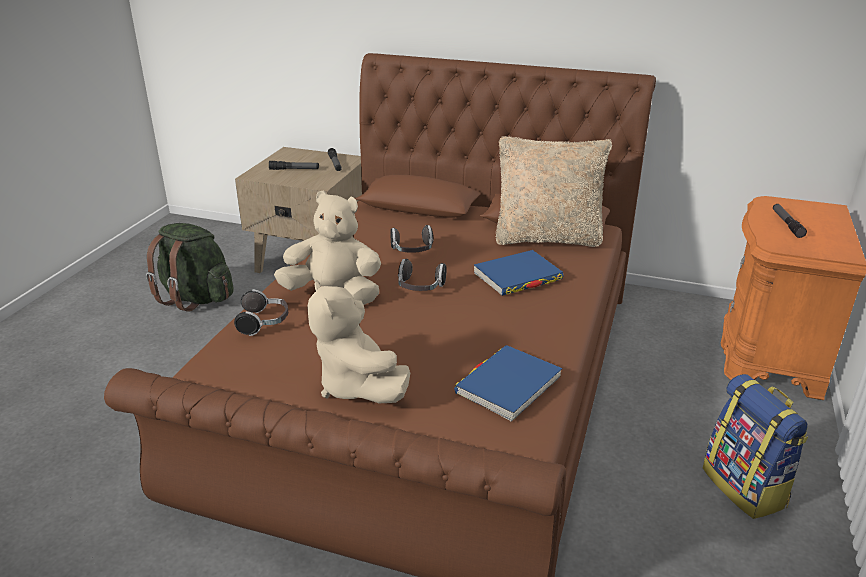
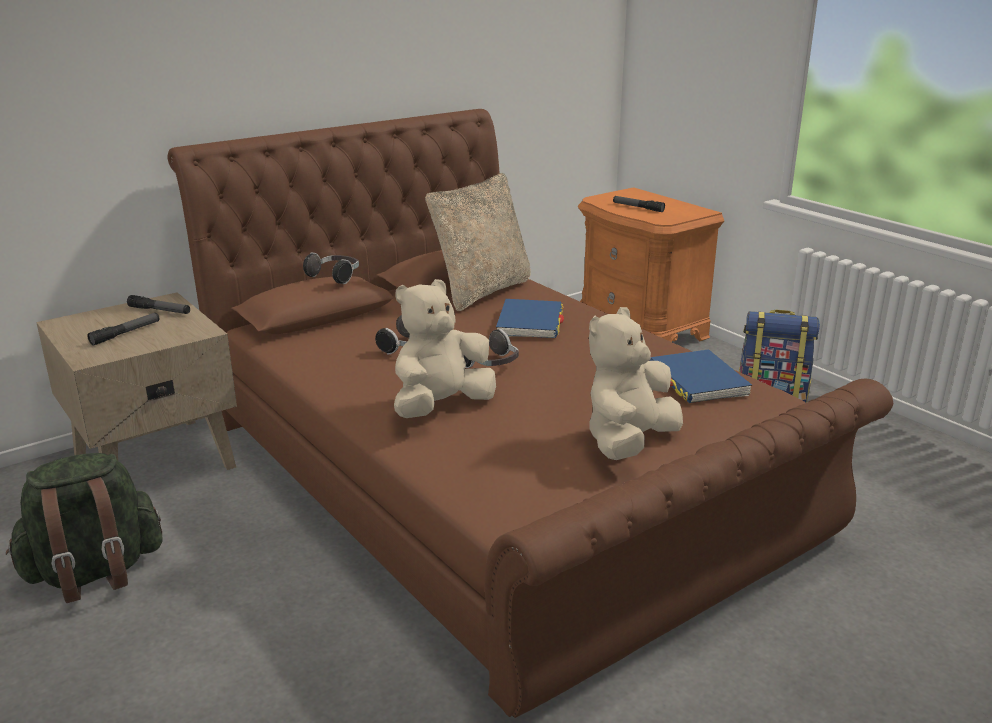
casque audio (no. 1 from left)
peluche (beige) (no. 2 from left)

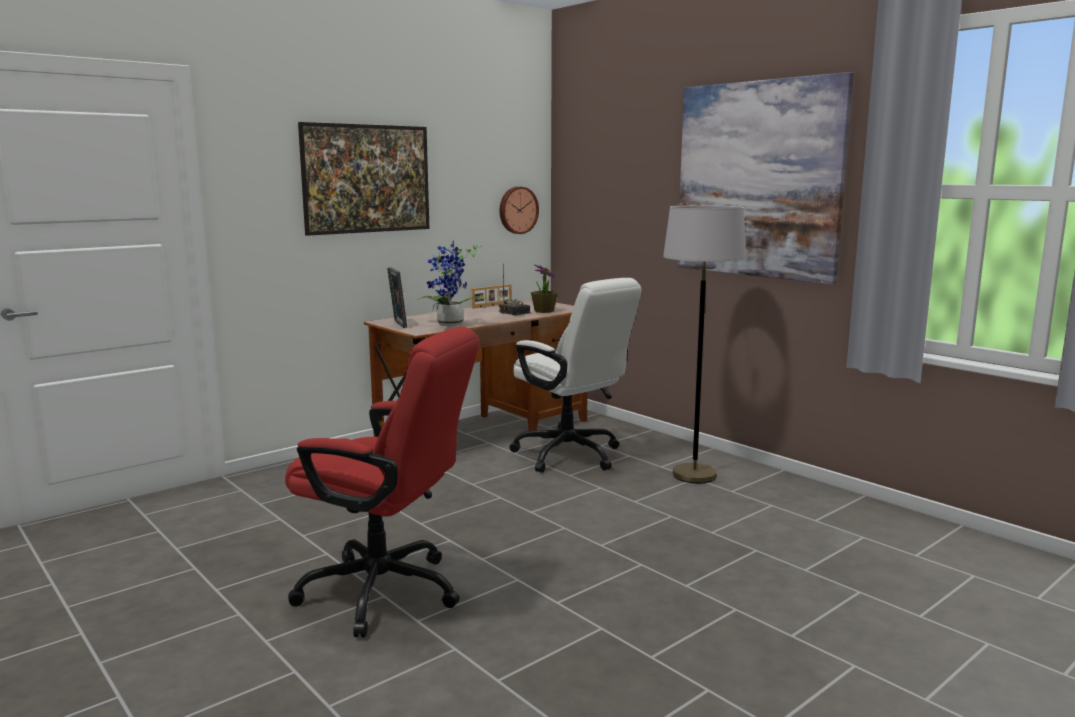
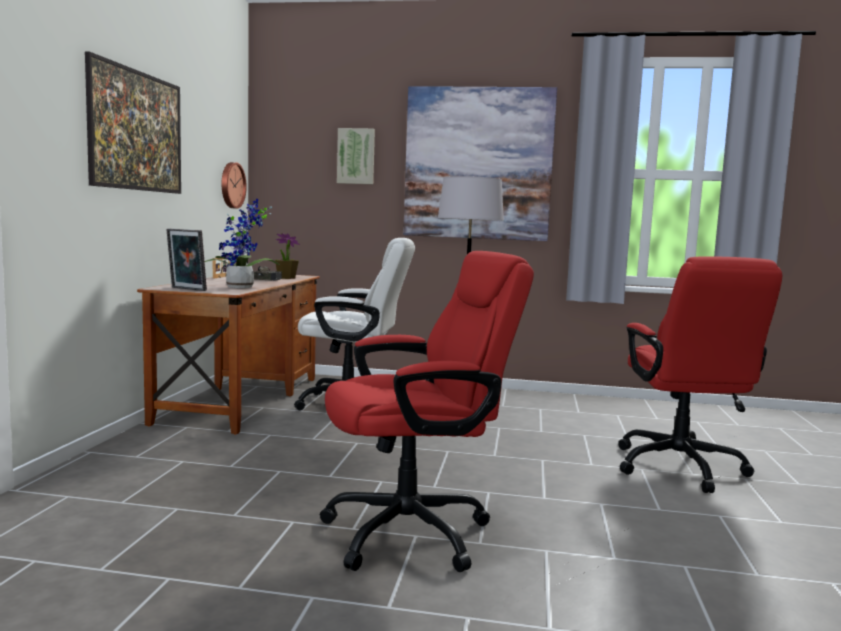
tableau (no. 2 from left)
chaise de bureau (rouge) (no. 2 from left)

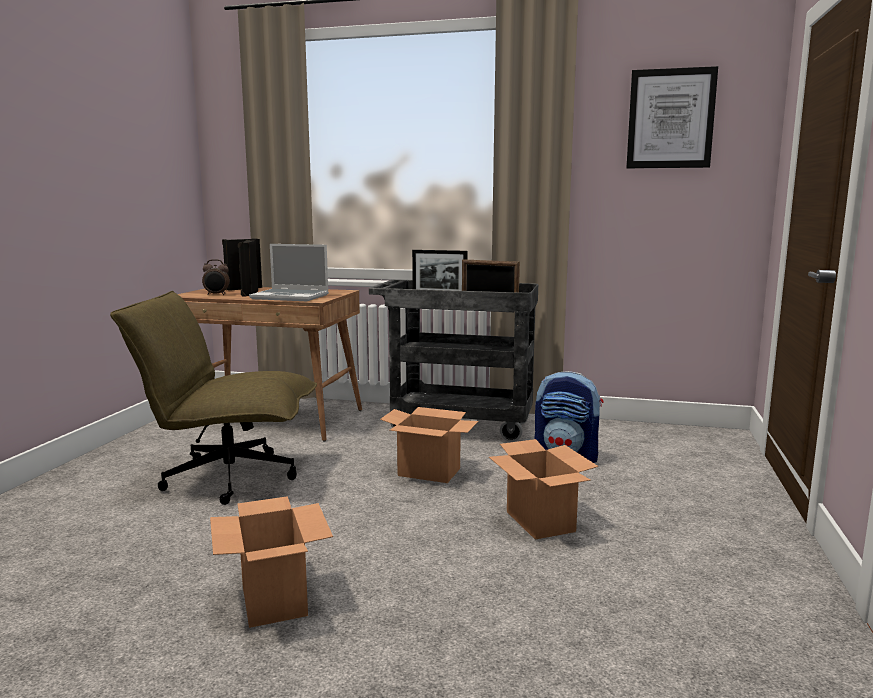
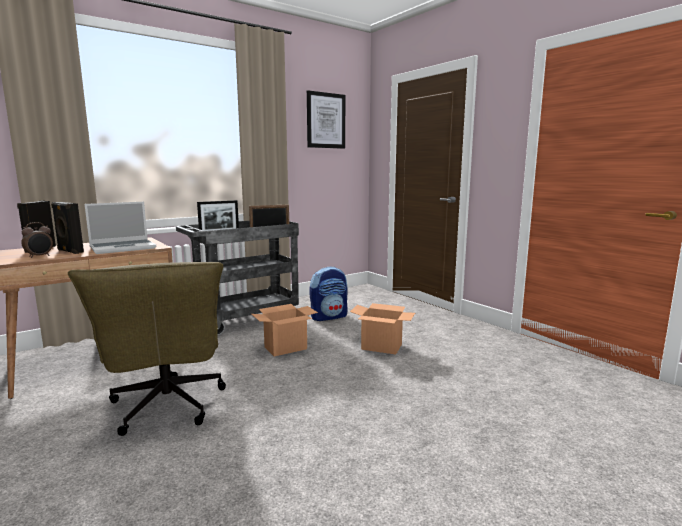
chaise de bureau (beige)
carton (no. 1 from left in the first image)

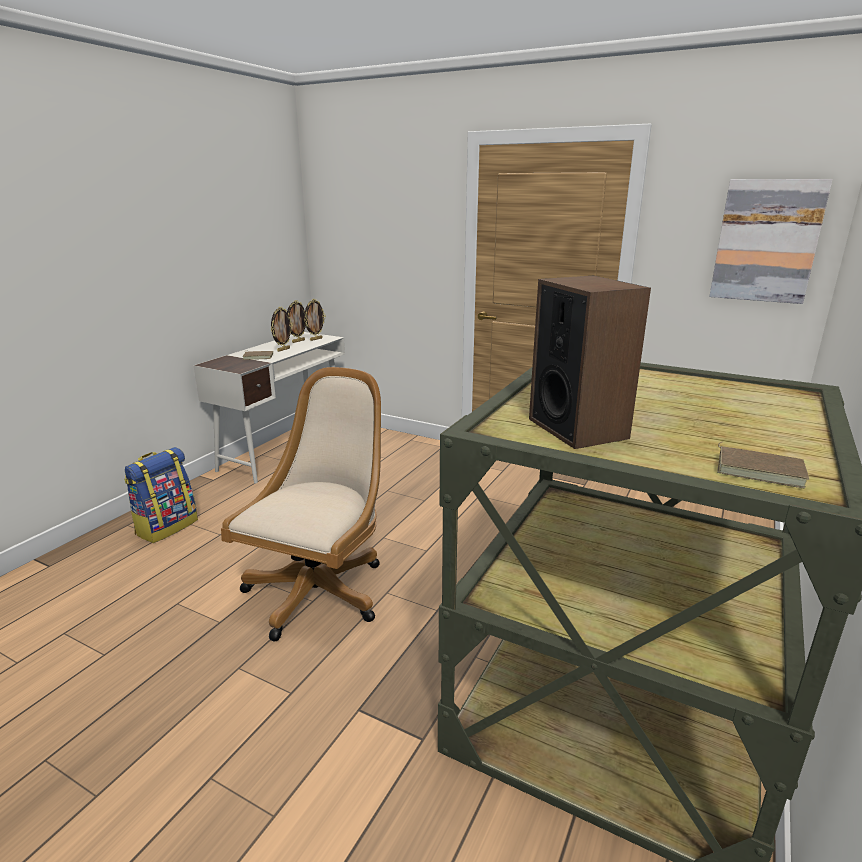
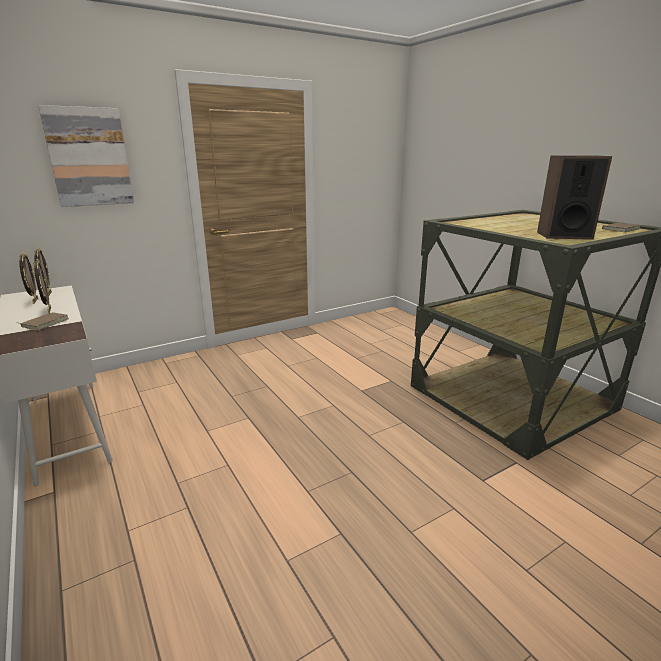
tableau
sac à dos
chaise de bureau

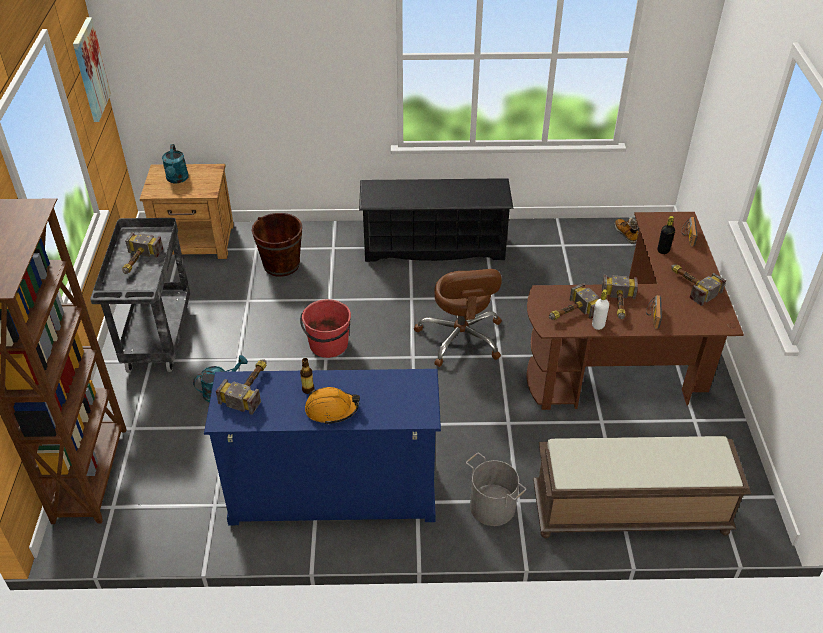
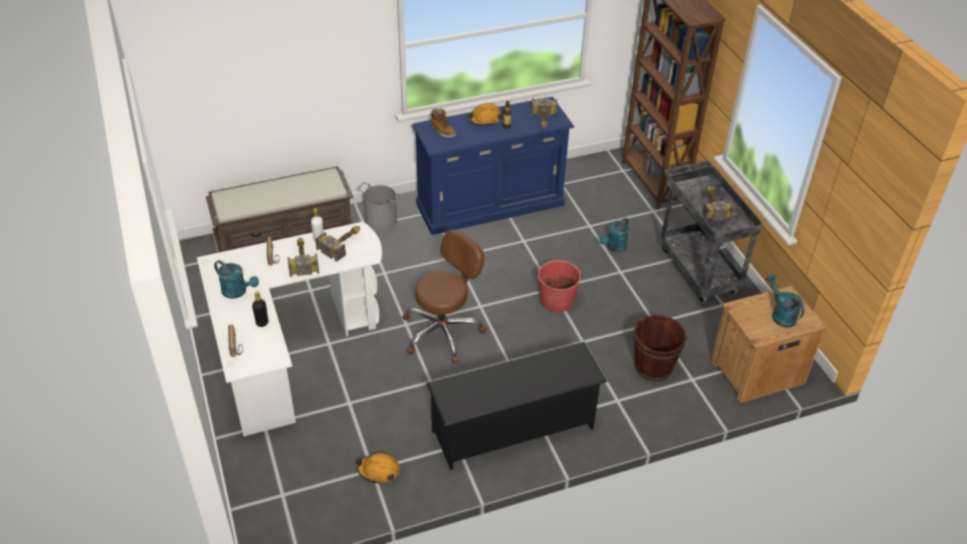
bureau (blanc)
arrosoir (turquoise) (no. 1 from left)
casque de chantier (orange) (no. 1 from left)
chaise de bureau (marron)
botte
tableau

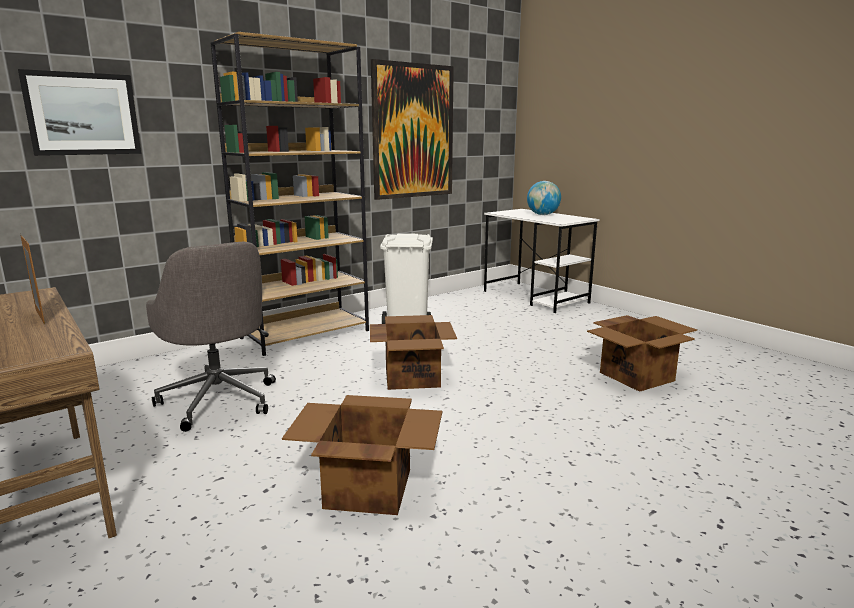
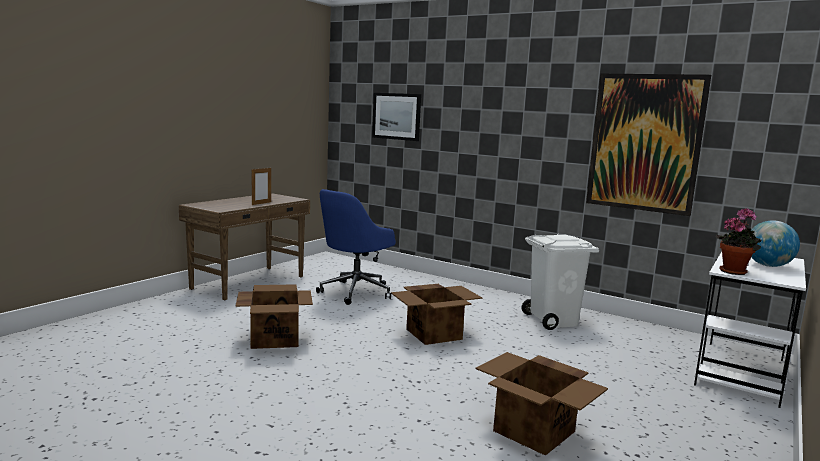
chaise de bureau (bleu)
plante en pot
bibliothèque (marron)

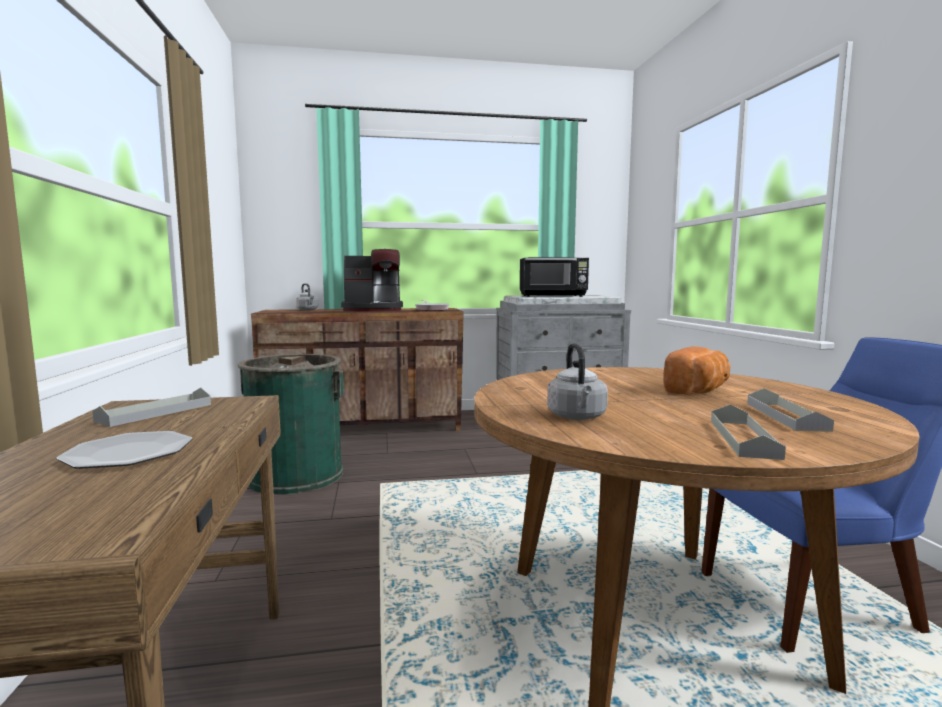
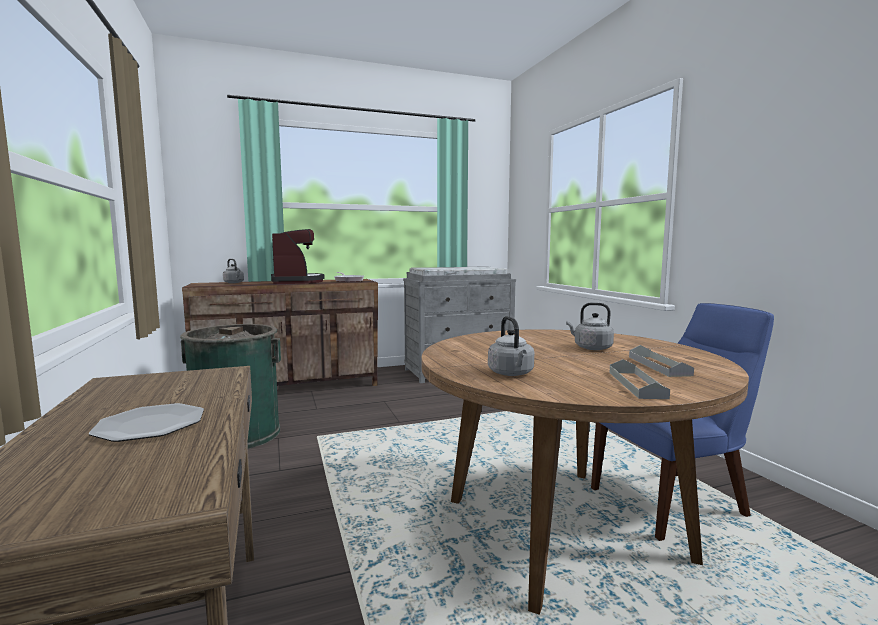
machine à café
bouilloire (gris) (no. 3 from left)
plateau (gris) (no. 1 from left in the first image)
micro-ondes (noir)

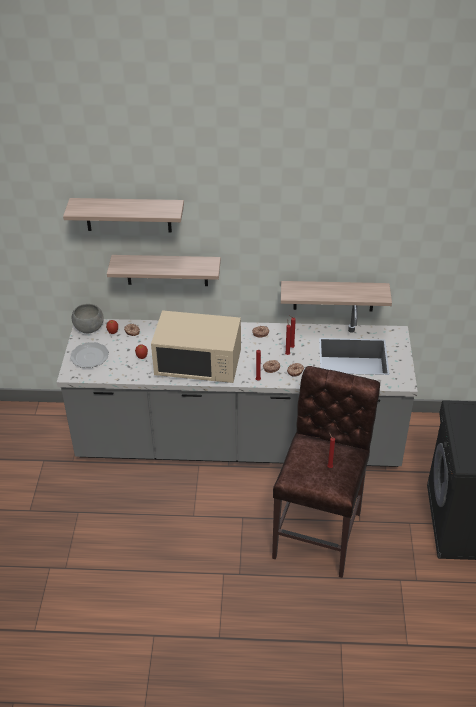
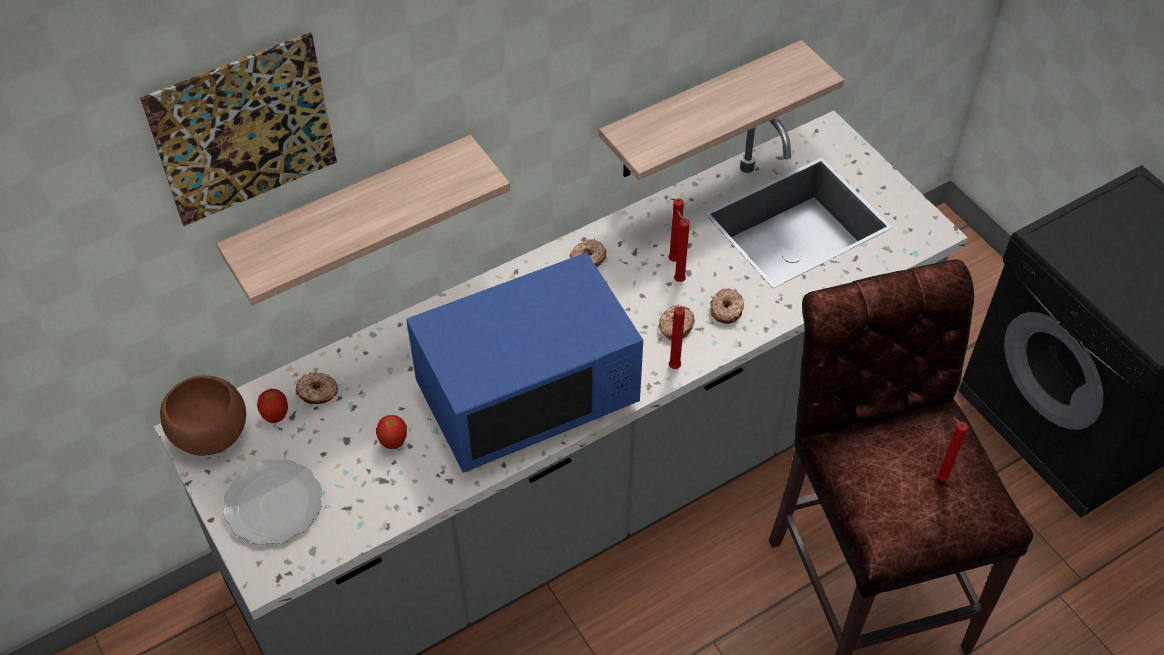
tableau
bol (marron)
micro-ondes (bleu)

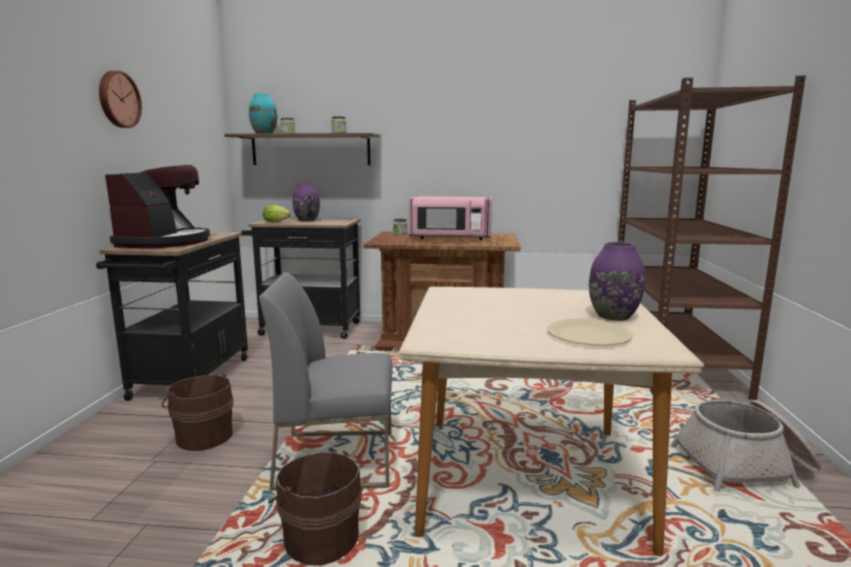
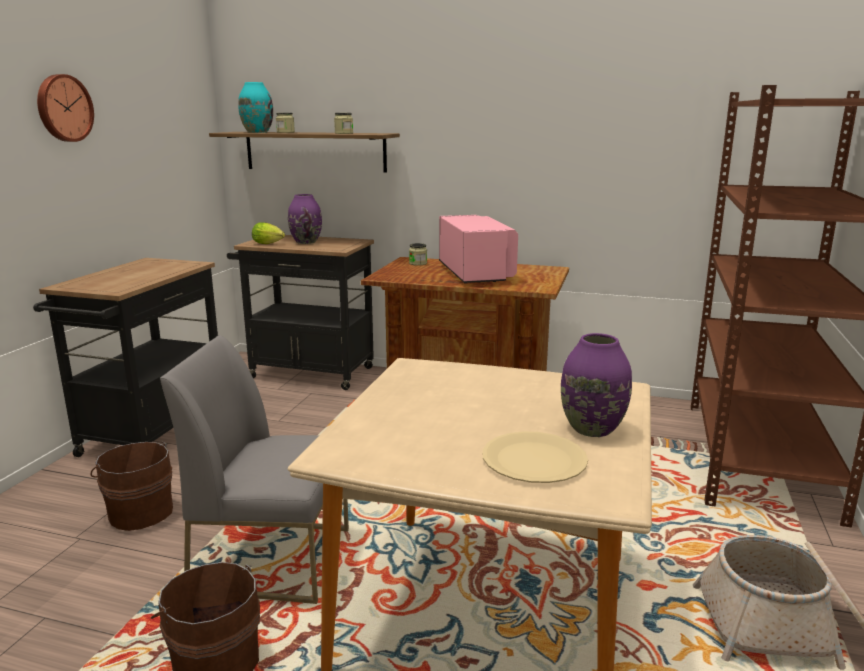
micro-ondes (rose)
machine à café

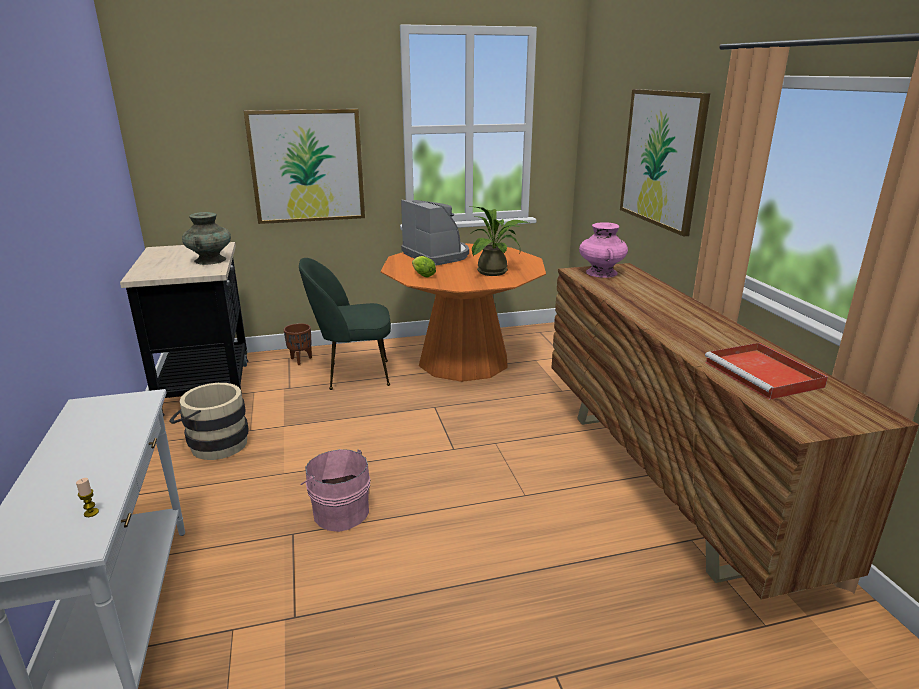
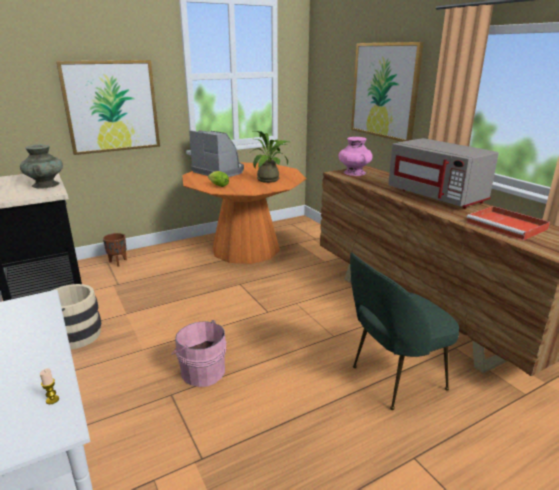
chaise (vert)
micro-ondes (gris)

